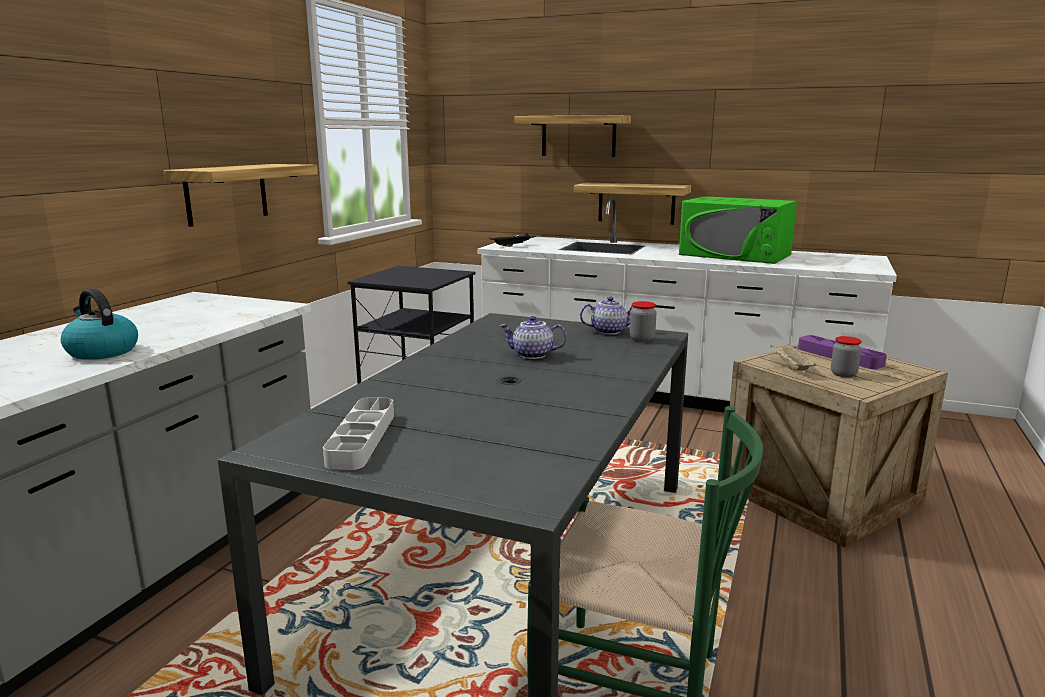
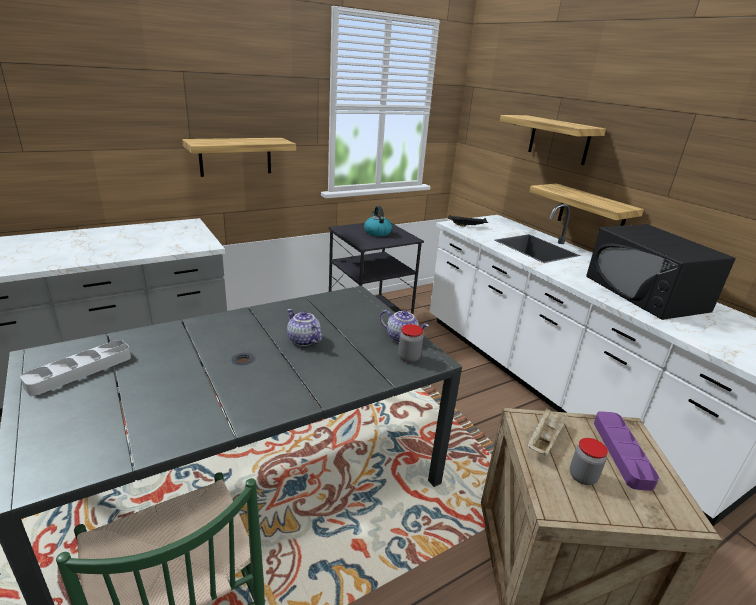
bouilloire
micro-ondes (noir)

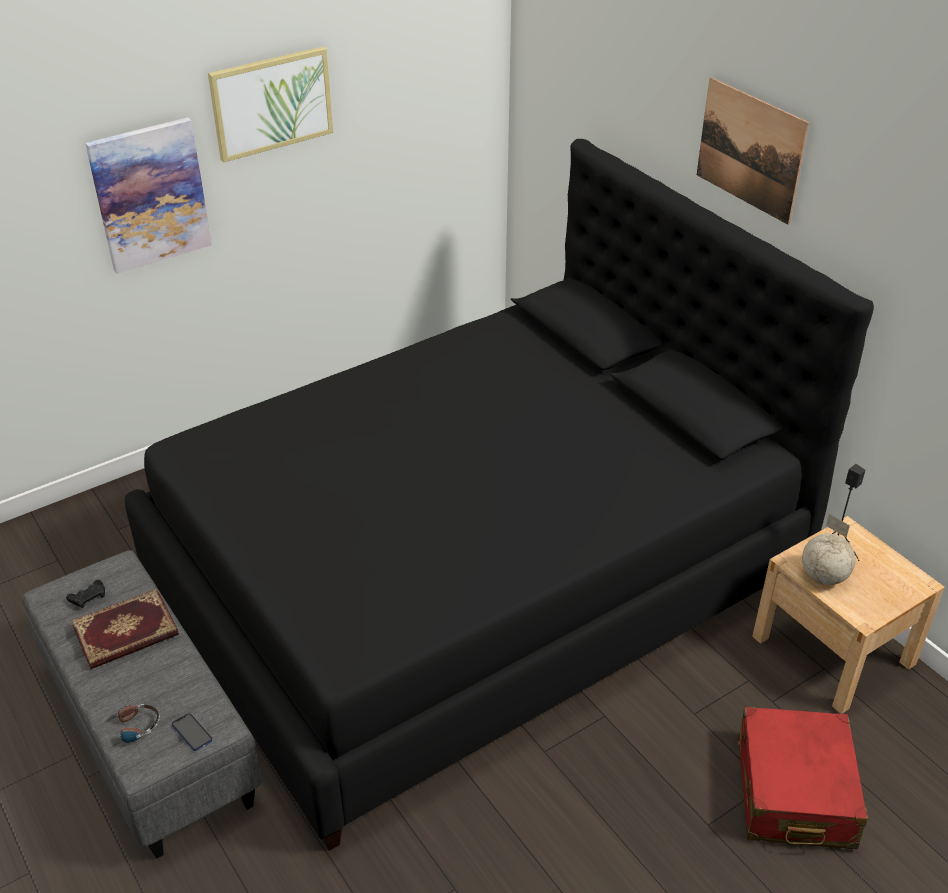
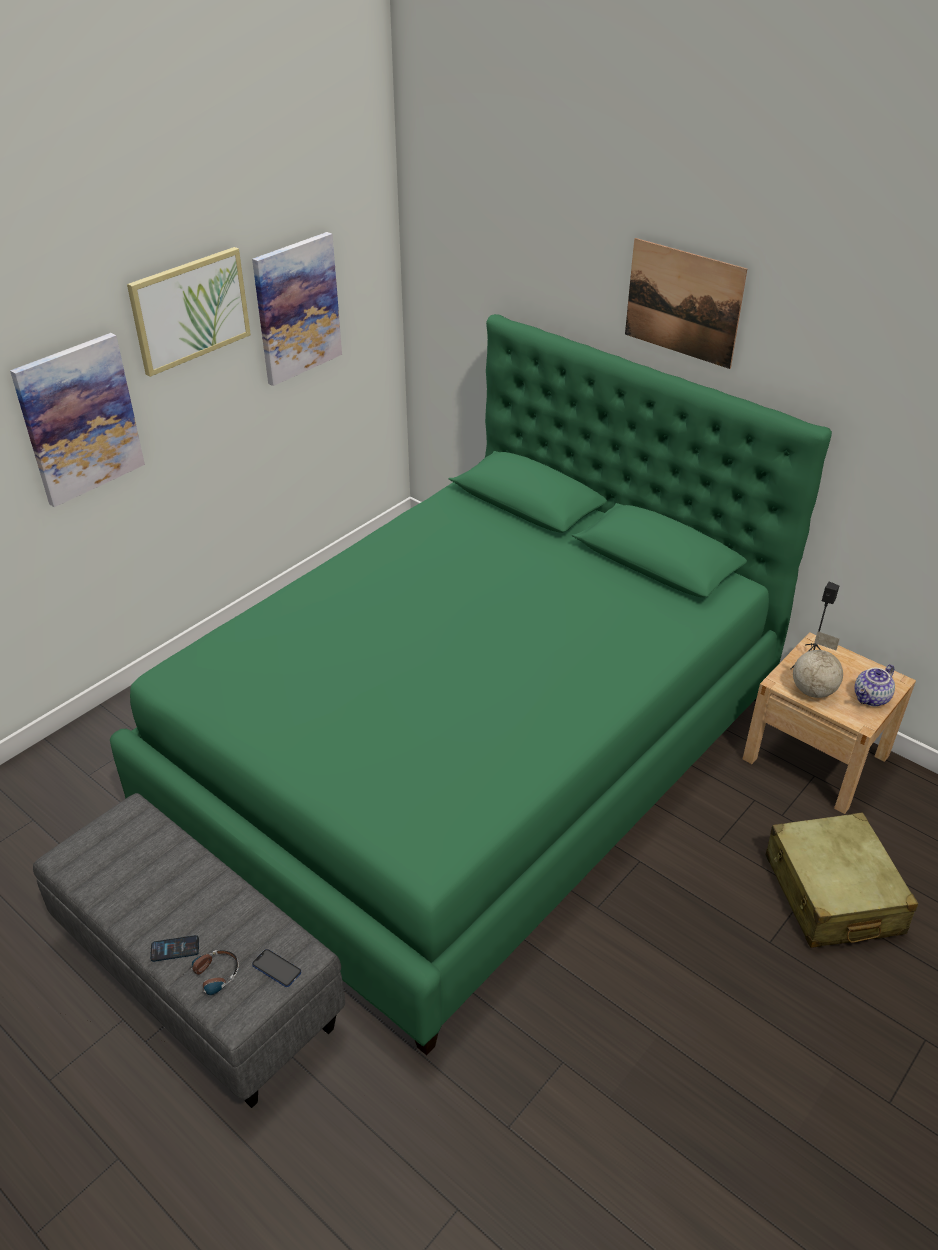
lit (vert)
téléphone (no. 1 from left)
tableau (no. 3 from left)
valise (beige)
théière
manette (noir)
livre

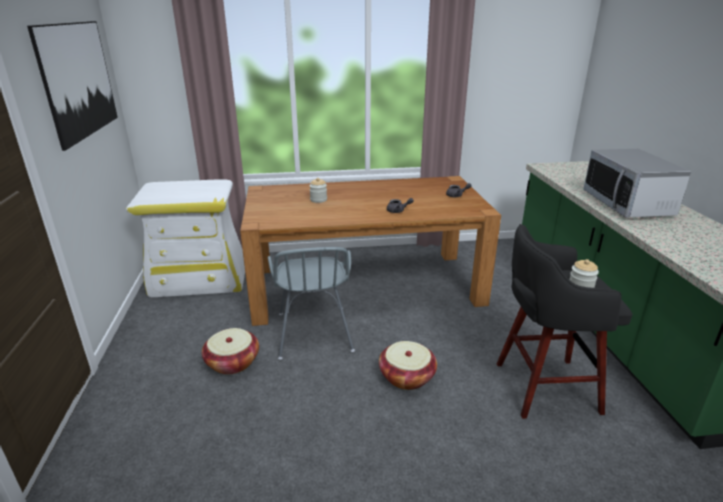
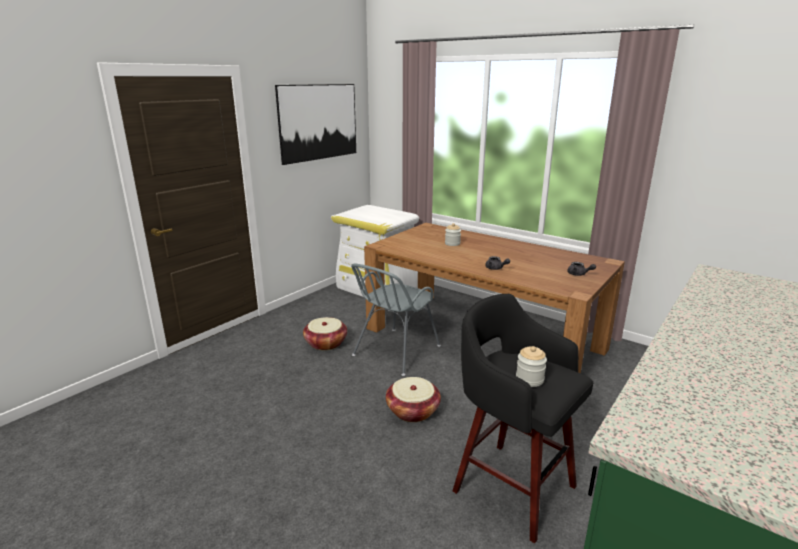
micro-ondes

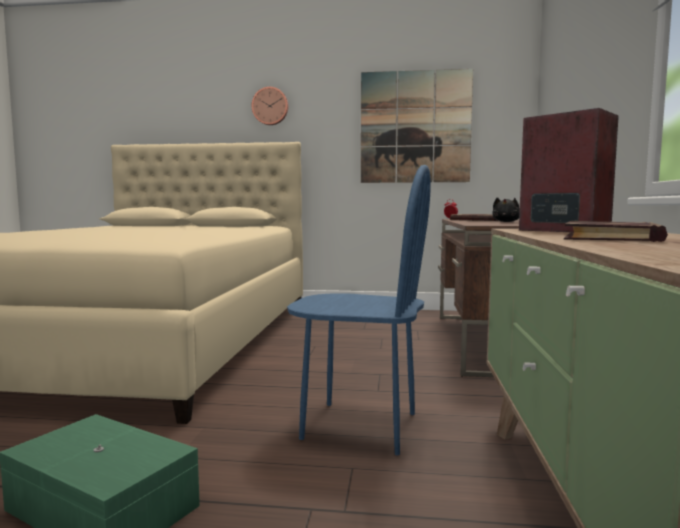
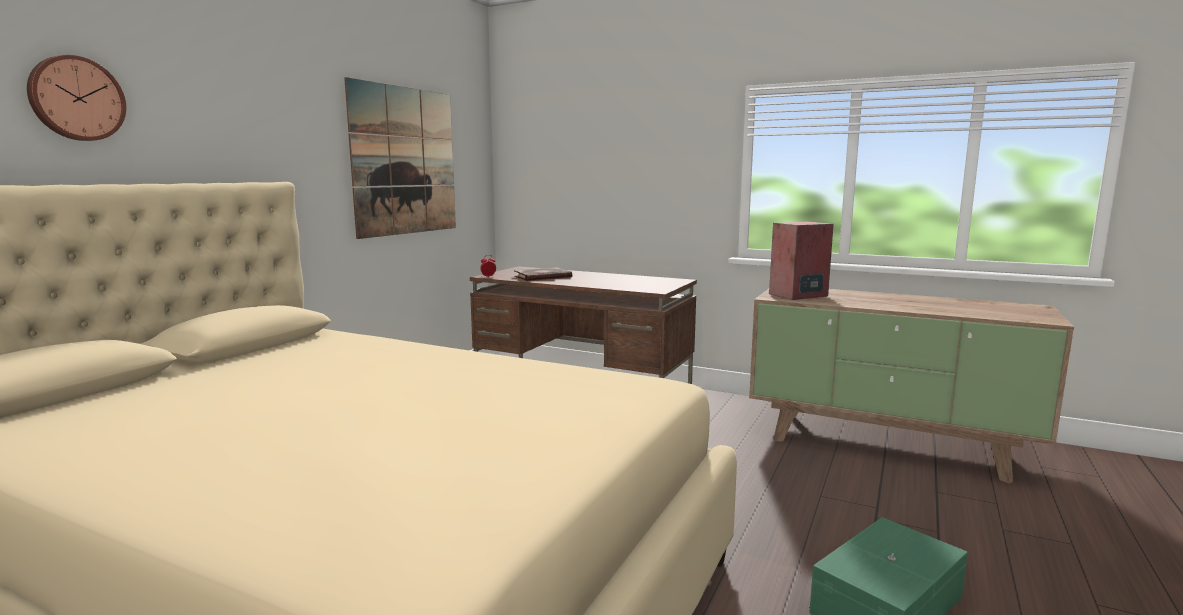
horloge murale
chaise (bleu)
peluche (noir)
livre (no. 2 from left in the first image)

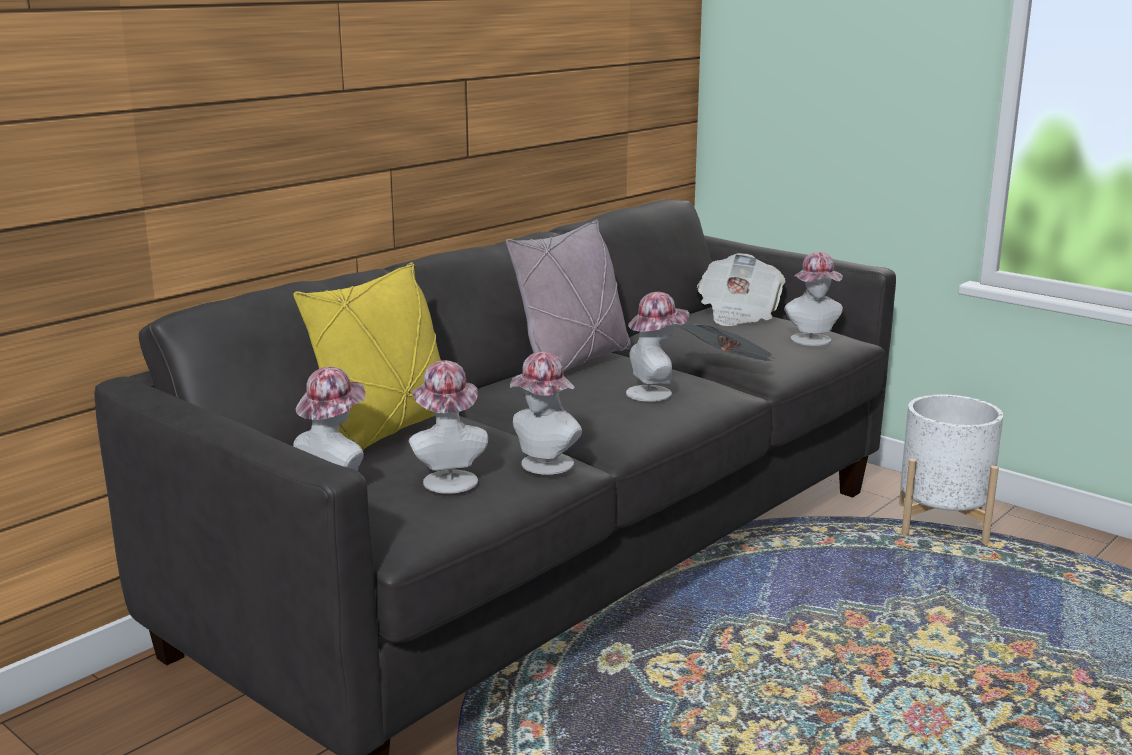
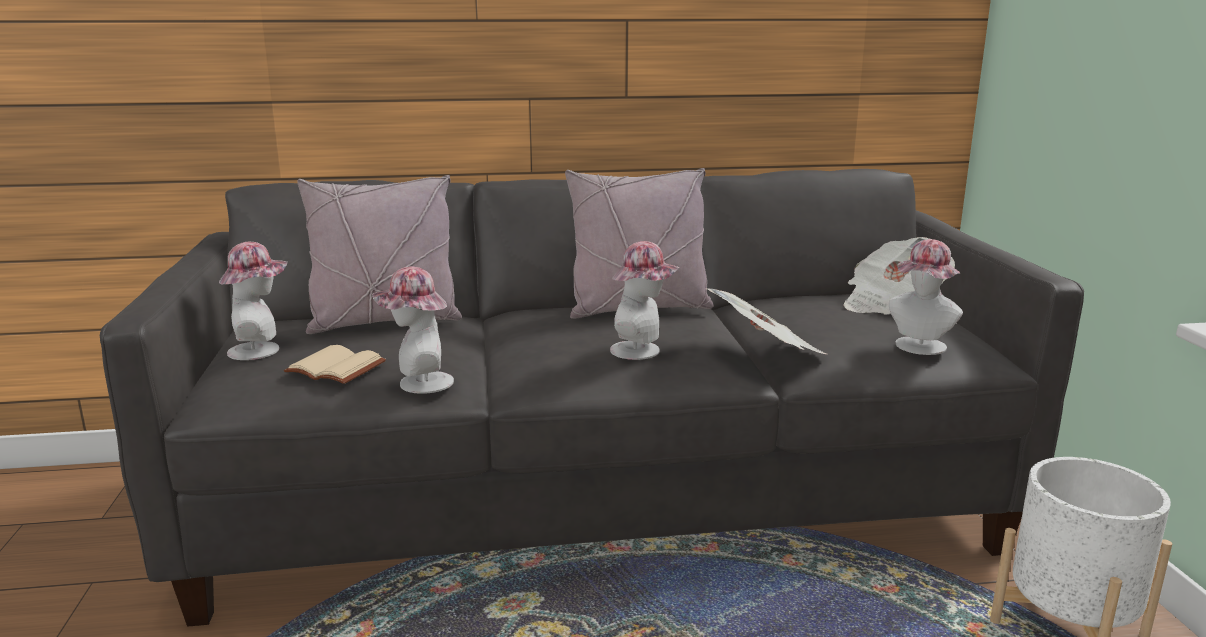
livre (beige)
coussin (violet) (no. 1 from left)

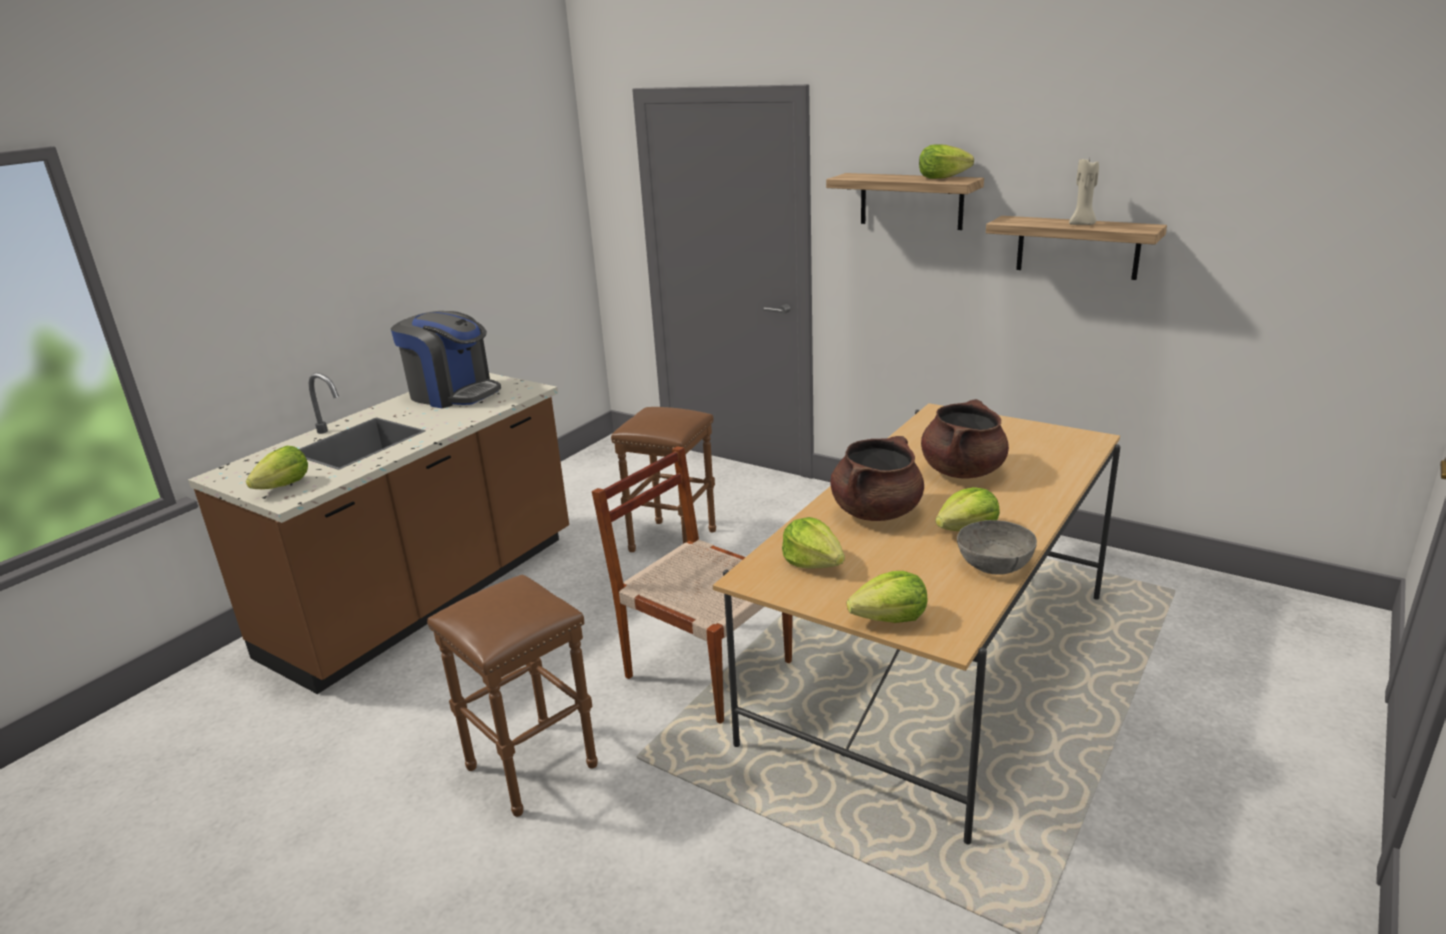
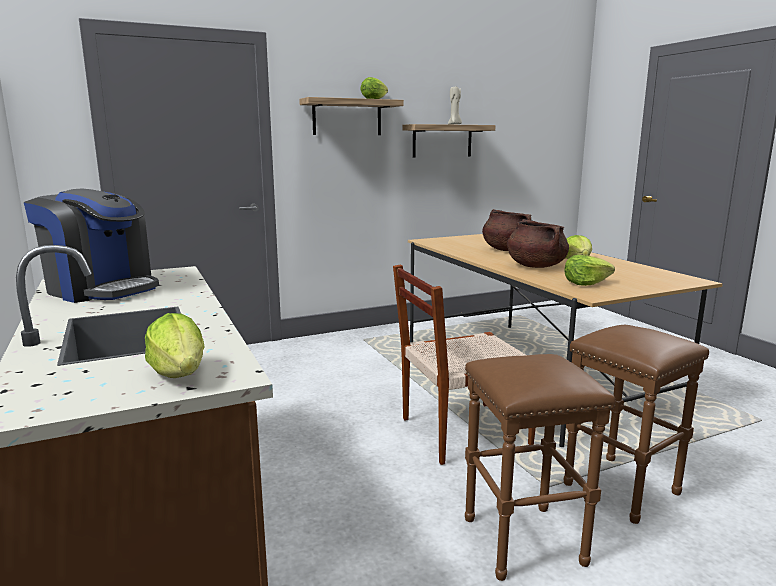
machine à café
tabouret (marron) (no. 2 from left)
laitue (no. 3 from left in the first image)
bol (gris)

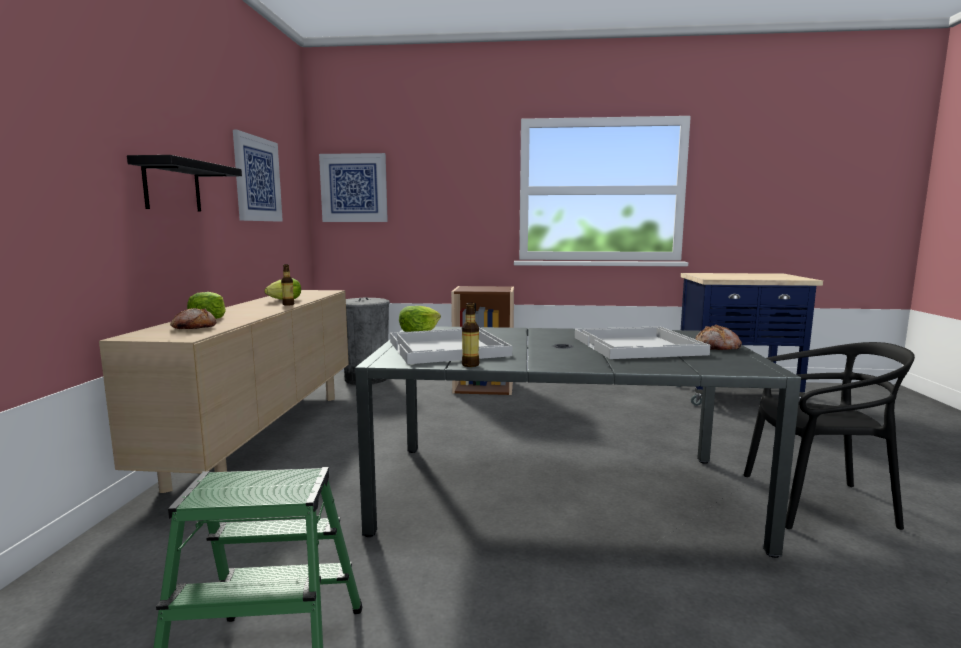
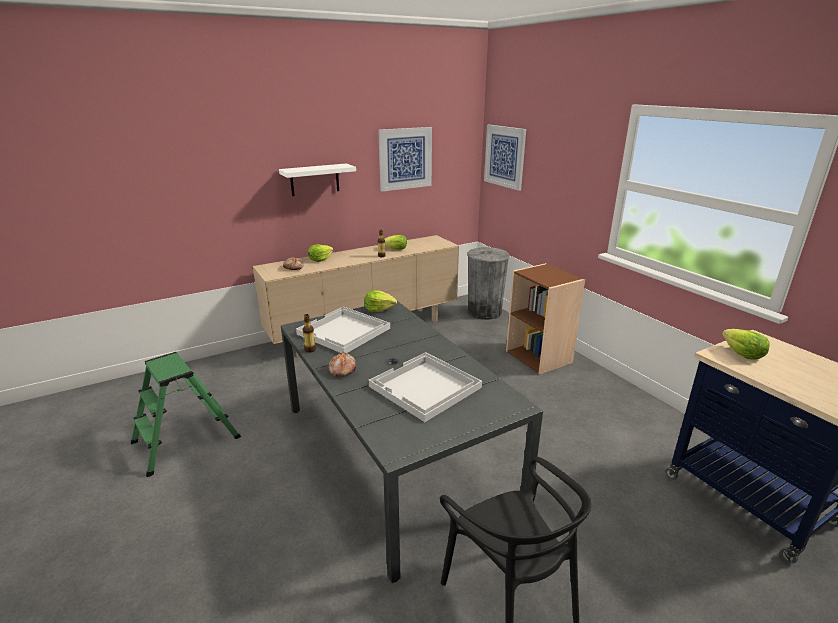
étagère (blanc)
pain (no. 2 from left)
laitue (no. 4 from left)

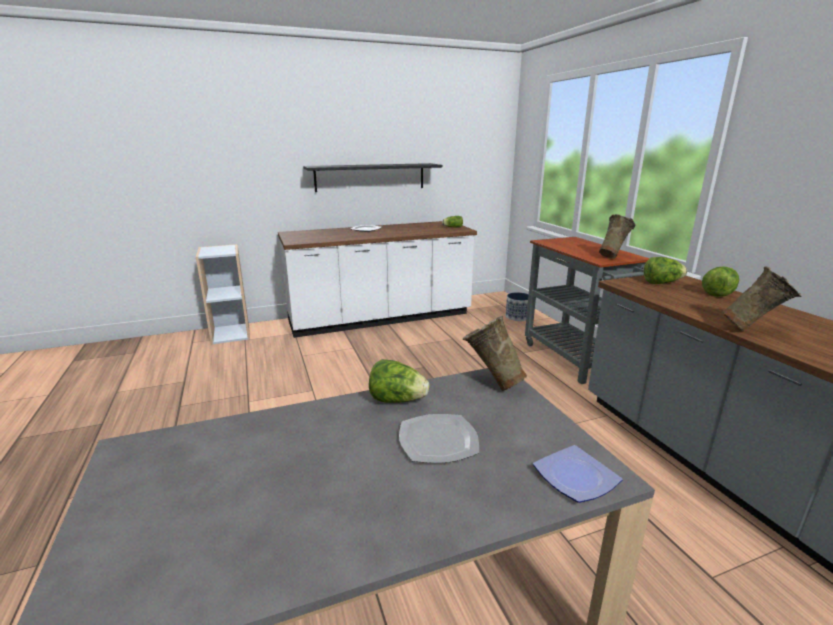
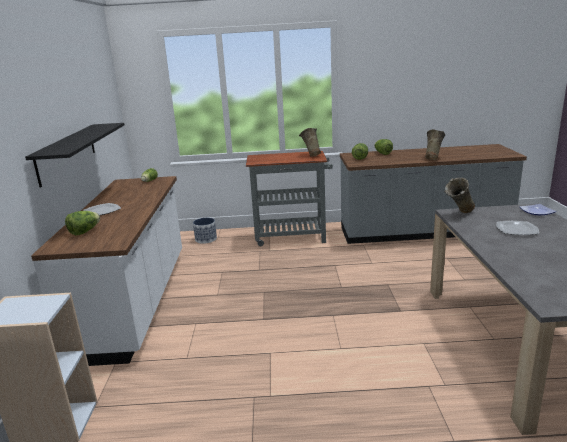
laitue (no. 1 from left)

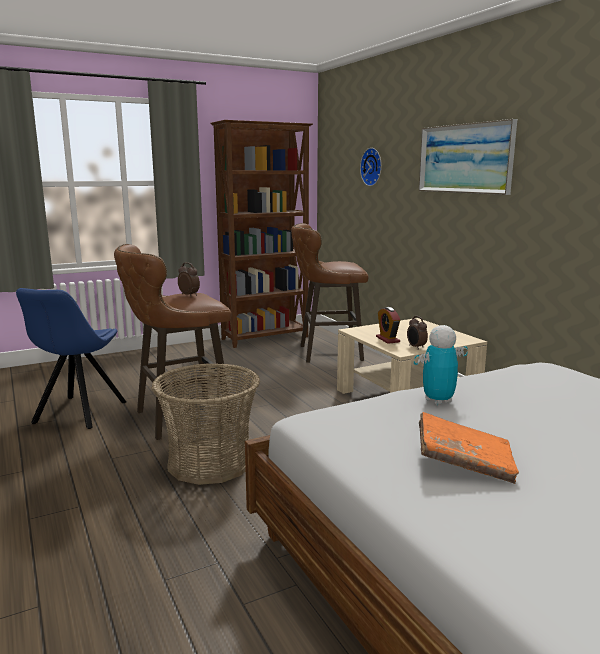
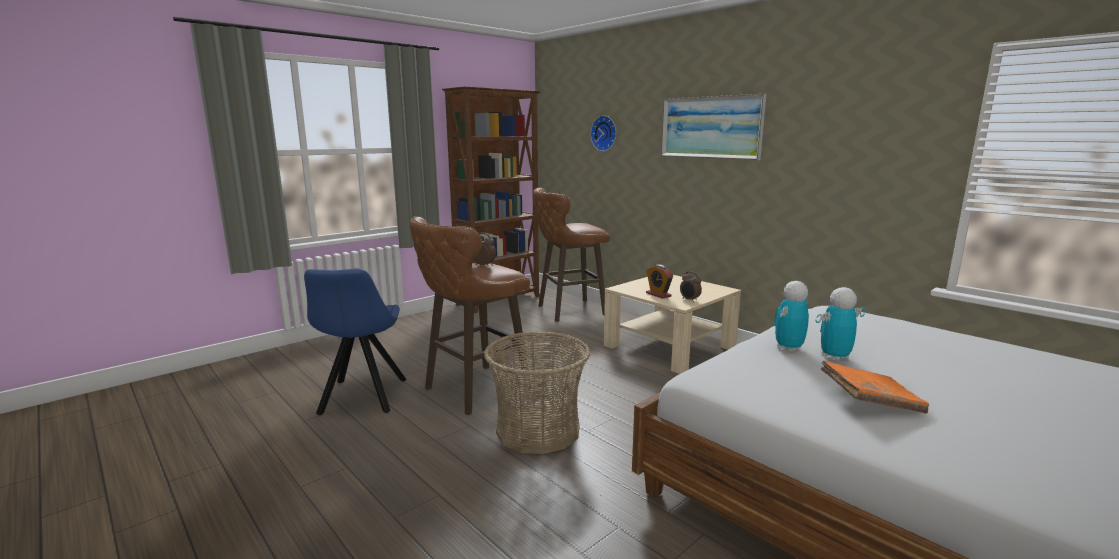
robot jouet (no. 2 from left)

